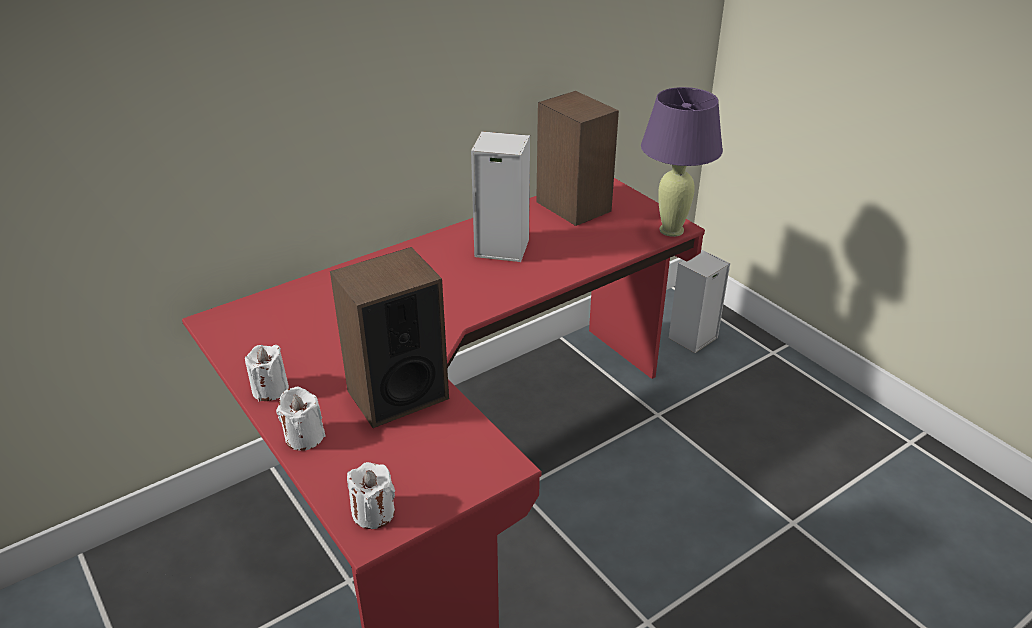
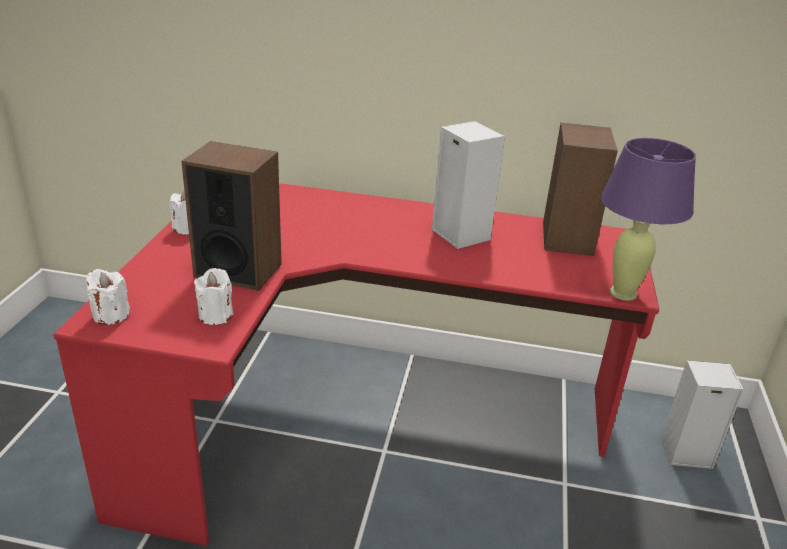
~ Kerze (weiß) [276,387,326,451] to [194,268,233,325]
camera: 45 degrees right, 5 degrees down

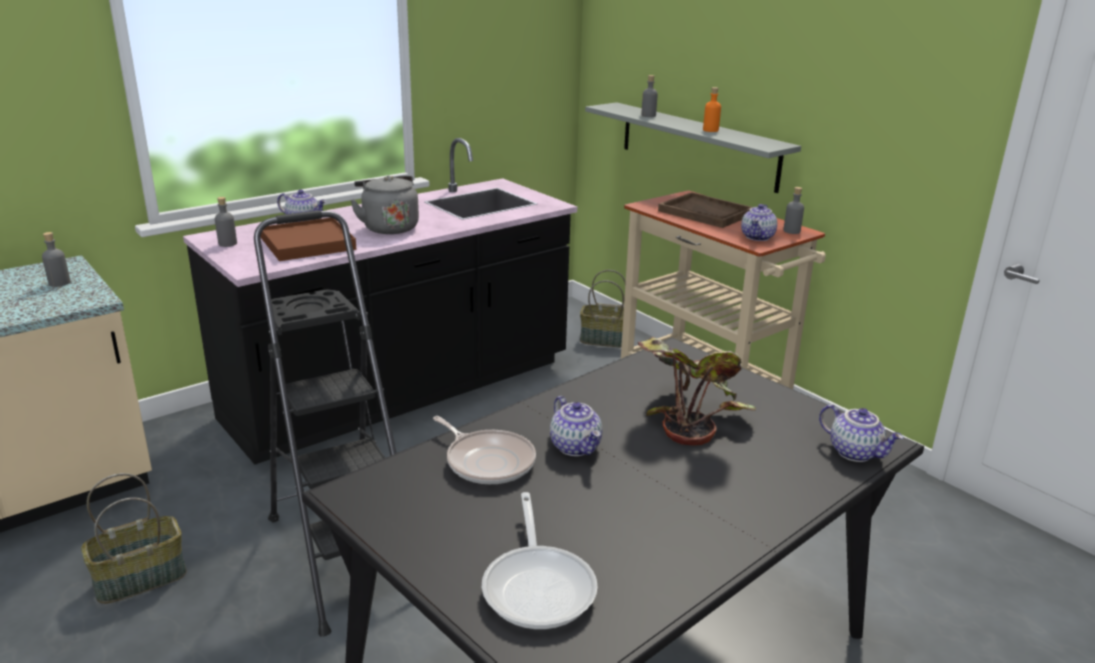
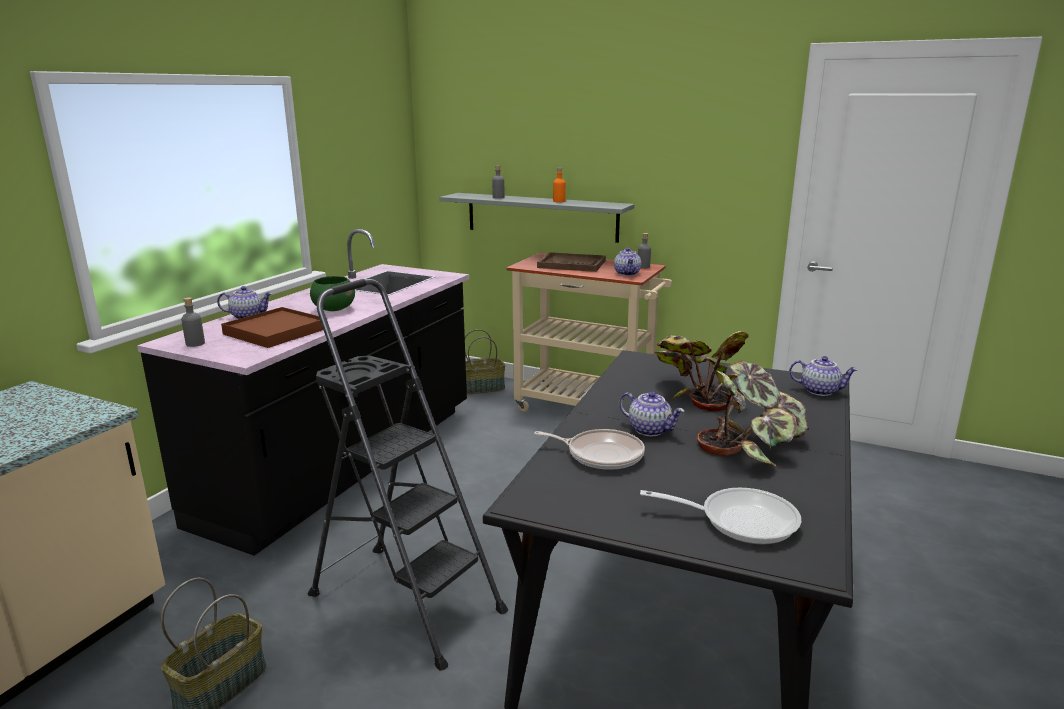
- Flasche (grau) [42,232,71,287]
+ Topfpflanze [696,361,809,467]
~ Wasserkessel (grau) [350,175,419,234] to Schüssel (grün) [310,276,355,311]
~ Pfanne [482,492,598,630] = [640,488,801,544] 45 degrees counterclockwise
camera: 25 degrees left, 5 degrees down

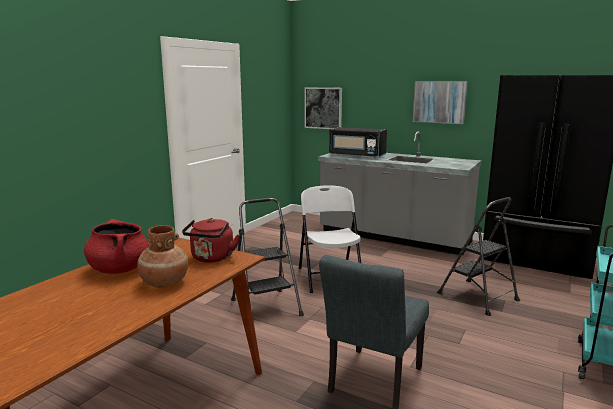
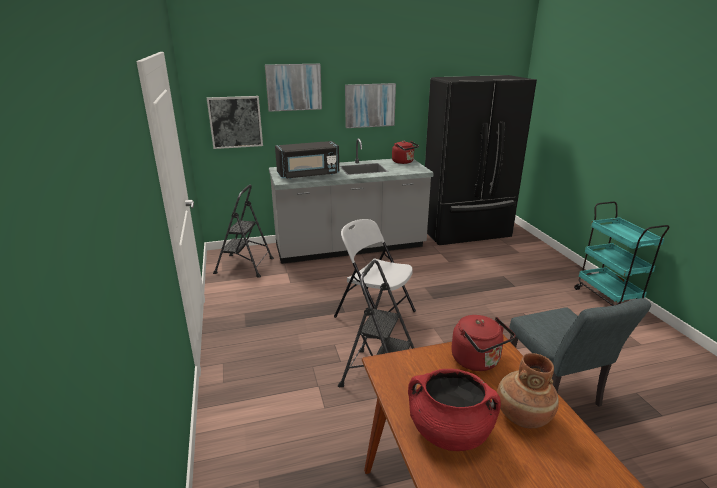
+ Bild [265,64,322,112]
+ Wasserkessel (rot) [392,141,419,164]
~ Trittleiter (schwarz) [437,197,520,316] to [213,185,274,278]
camera: 45 degrees left, 10 degrees up

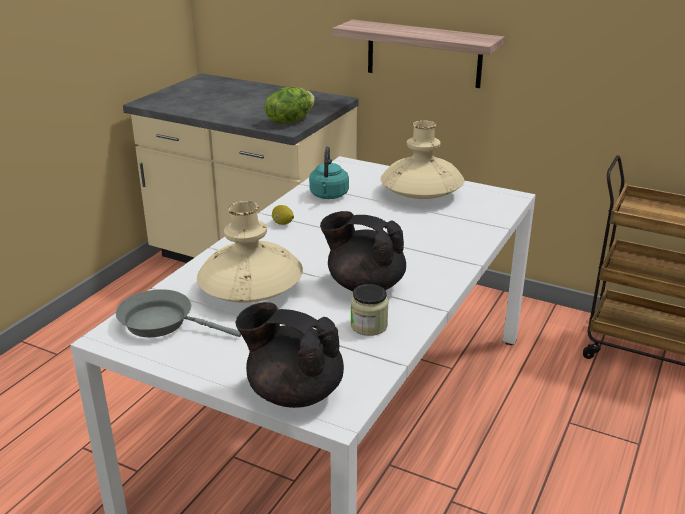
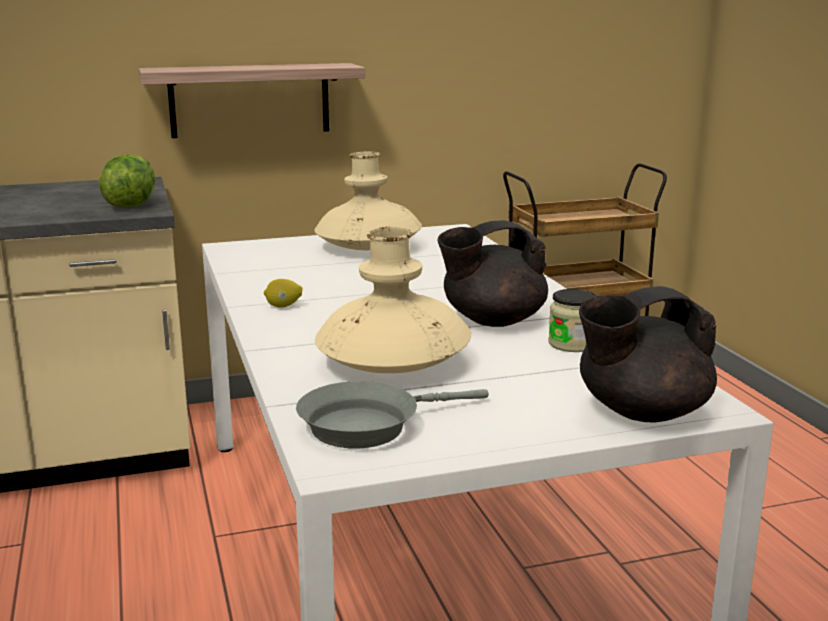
- Wasserkessel (türkis) [309,146,349,199]
camera: 45 degrees left, 10 degrees down

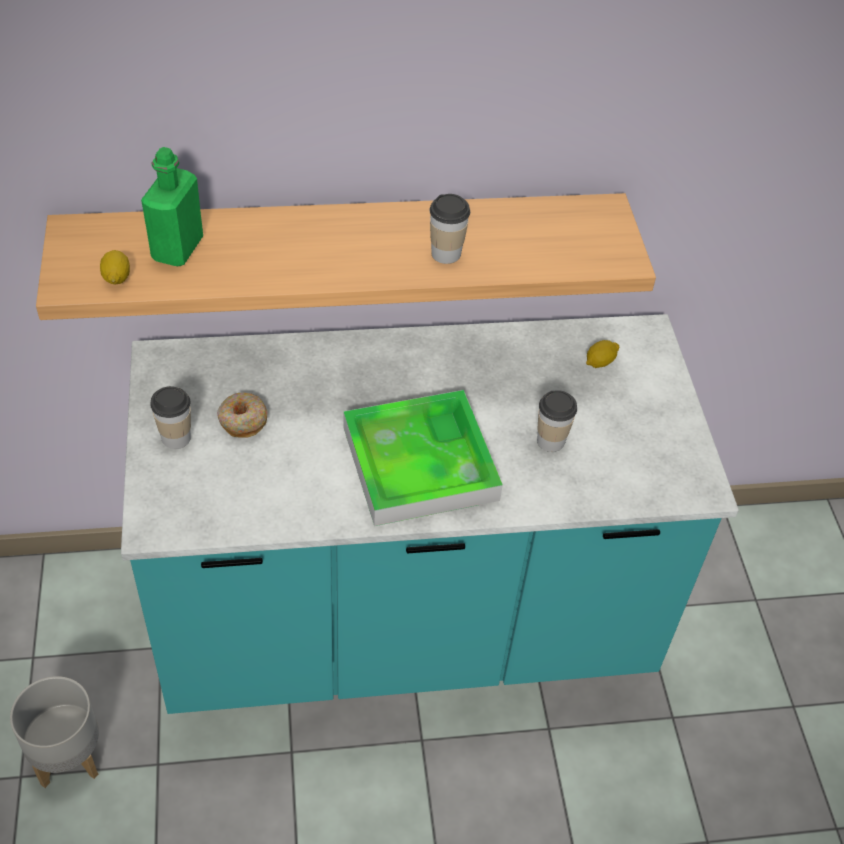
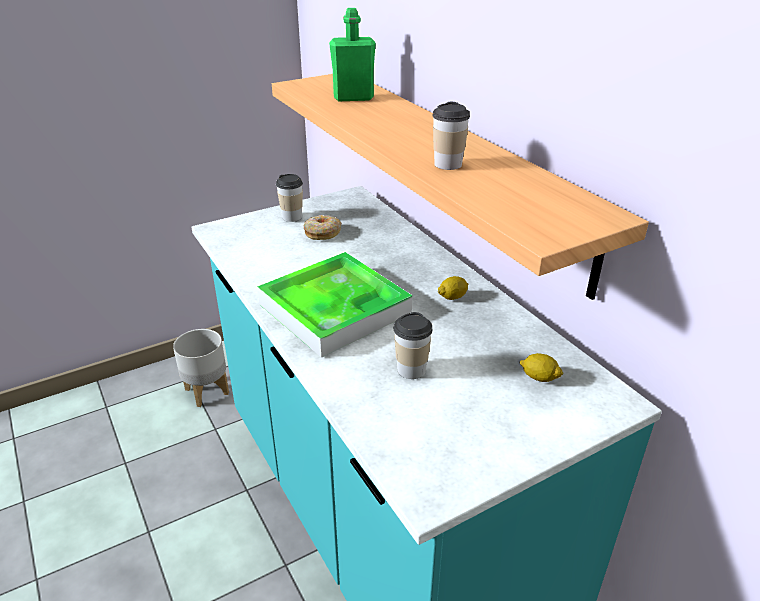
~ Zitrone [100,250,130,284] to [438,276,468,300]
camera: 70 degrees right, 15 degrees down

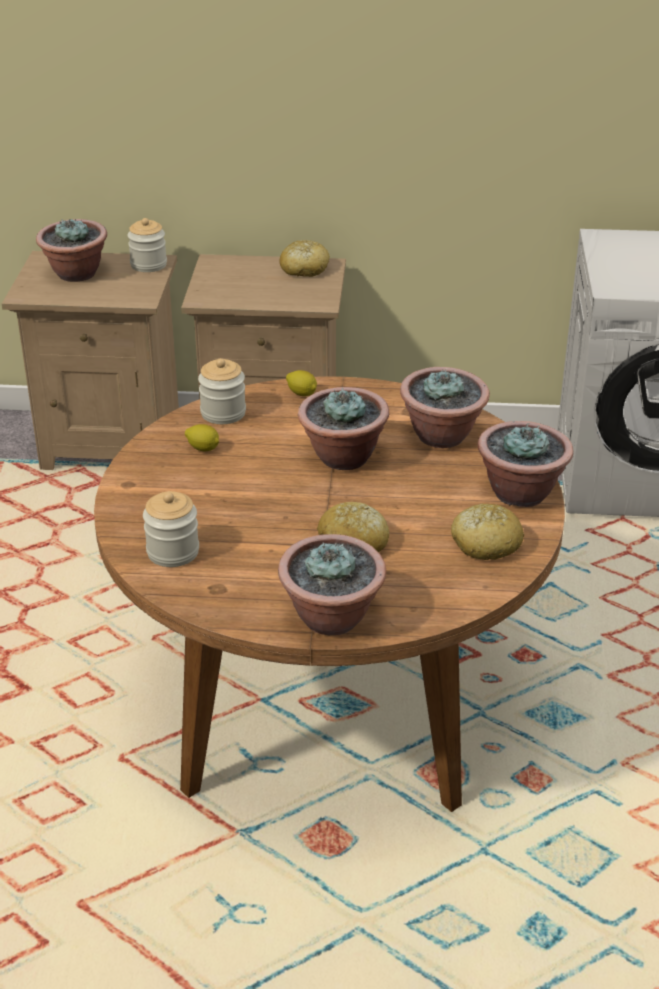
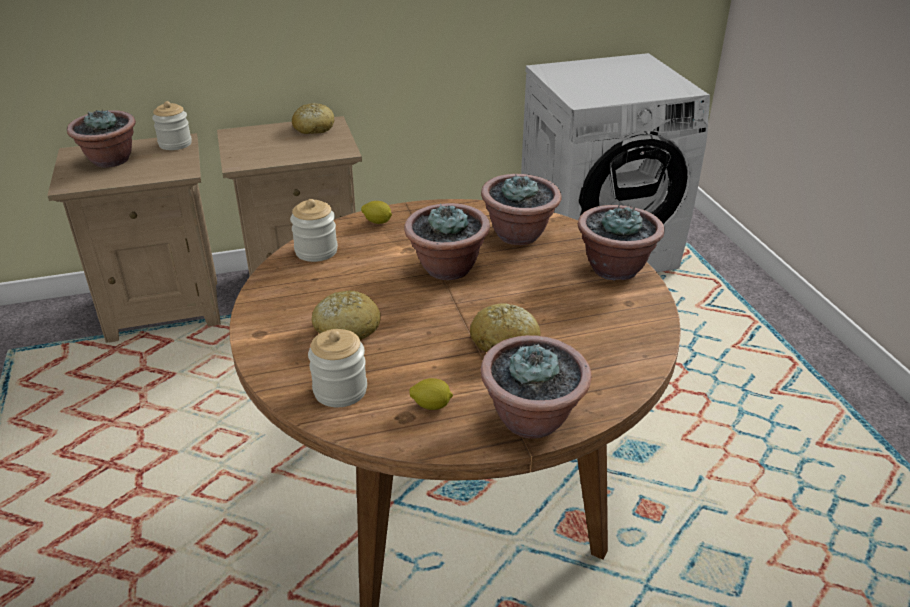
~ Zitrone [185,424,219,451] to [409,378,453,410]
~ Brot [451,504,524,560] to [312,290,381,340]
camera: 20 degrees left, 0 degrees up

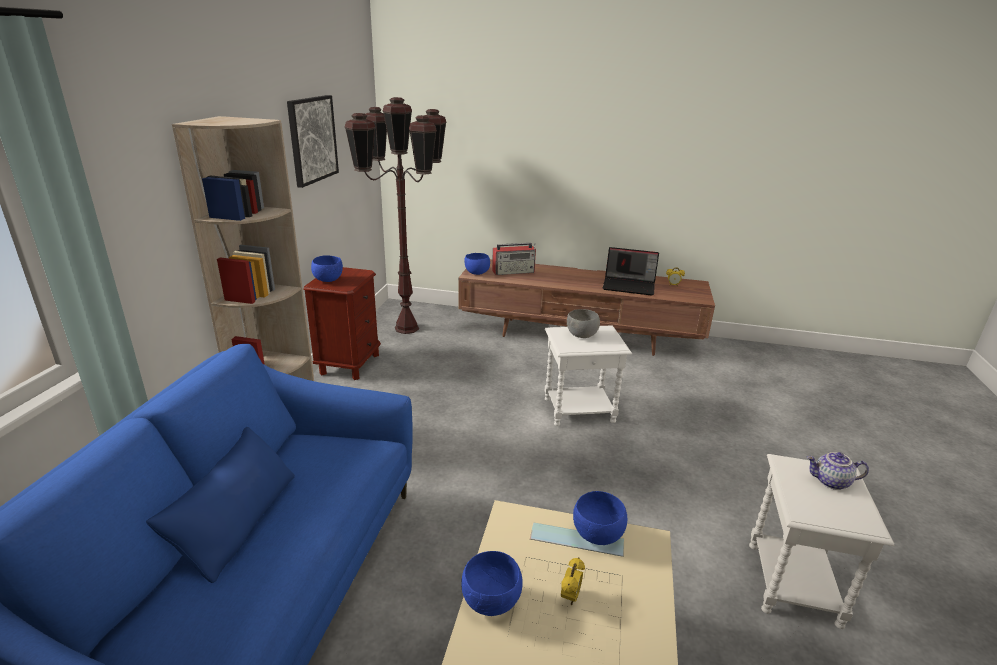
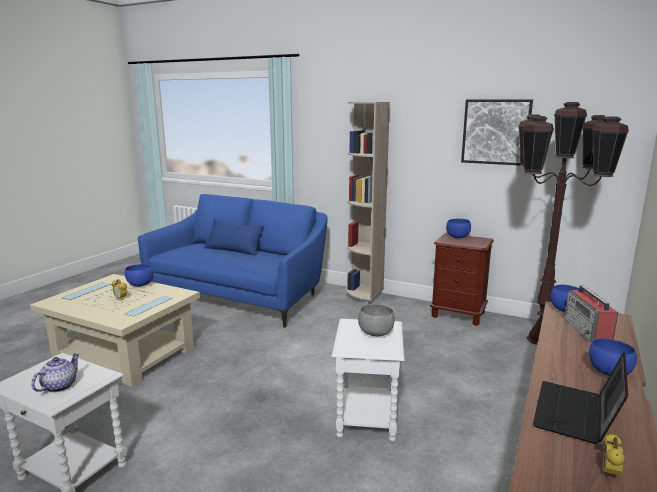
~ Schüssel (blau) [573,491,627,545] to [589,338,637,376]
camera: 105 degrees right, 10 degrees down

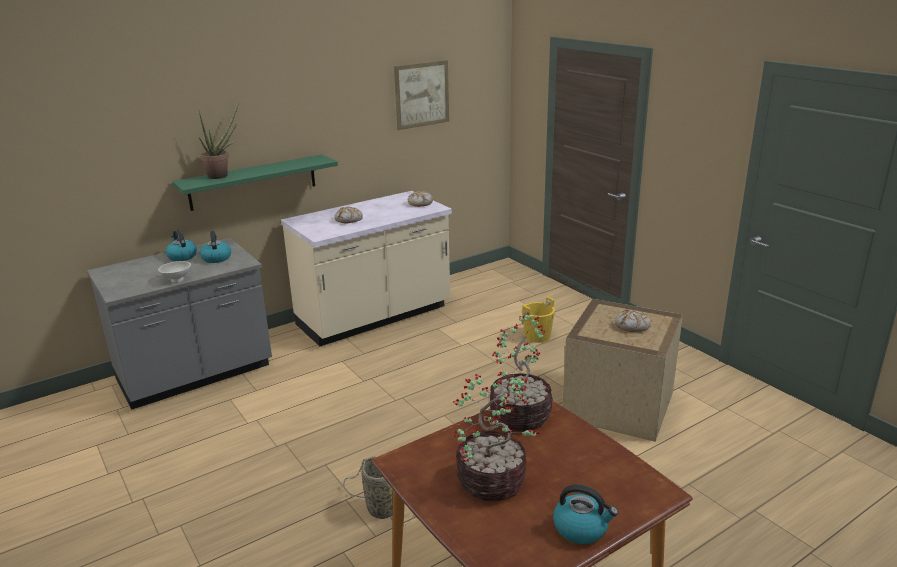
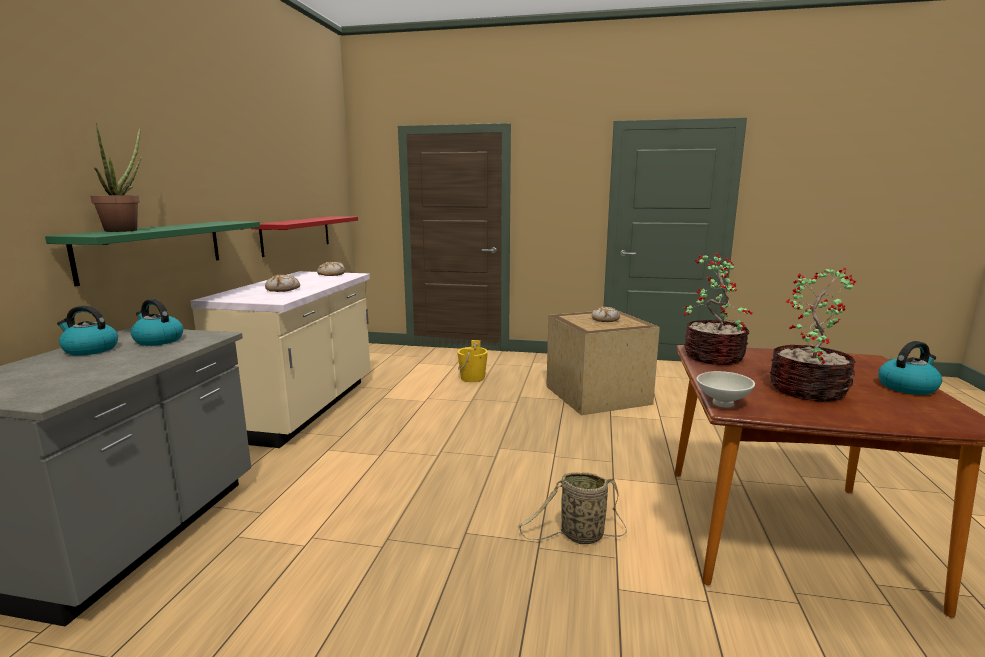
- Bild [394,60,449,130]
+ Wandregal (rot) [251,216,358,257]
~ Schüssel (weiß) [158,261,191,283] to [696,371,755,408]
camera: 45 degrees left, 10 degrees down

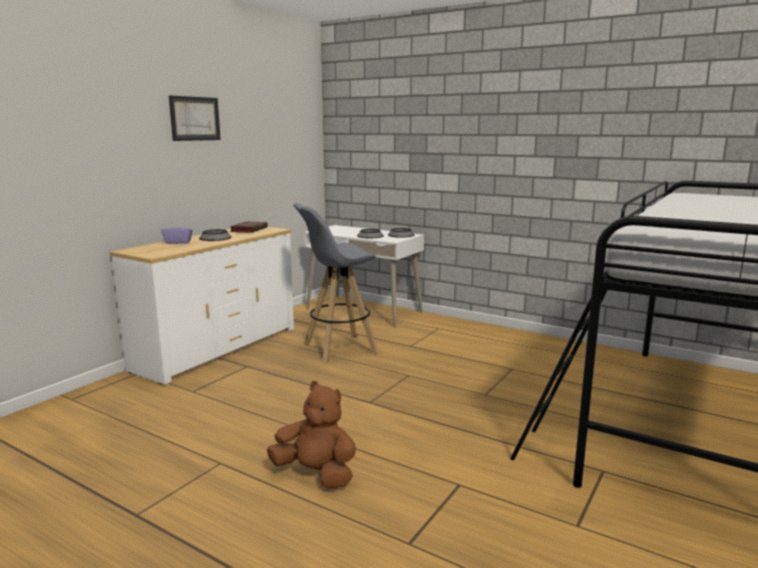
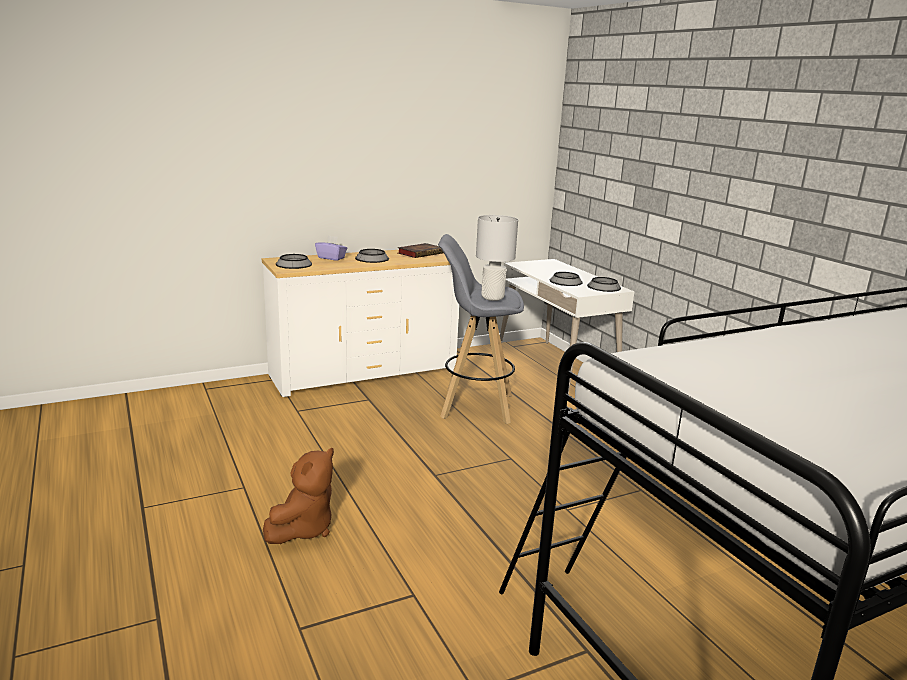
- Bild [169,95,221,141]
+ Schüssel [276,254,312,269]
+ Tischlampe (grau) [476,215,518,301]
~ Plüschtier (braun) [267,381,356,489] = [263,448,334,544] 60 degrees clockwise
camera: 30 degrees right, 5 degrees up

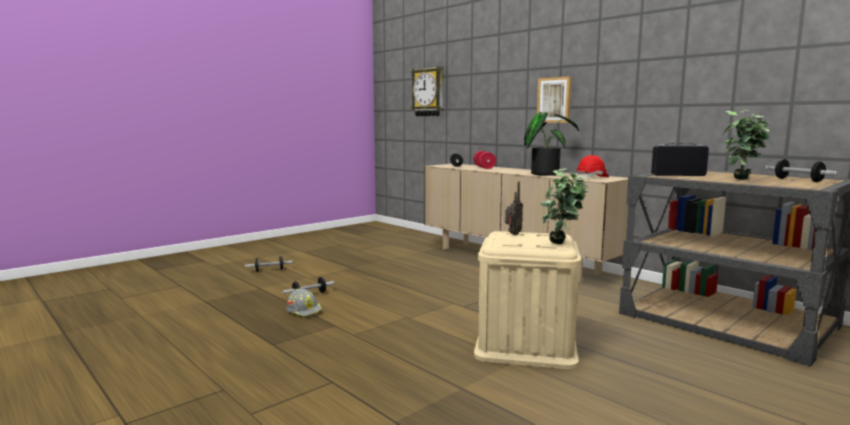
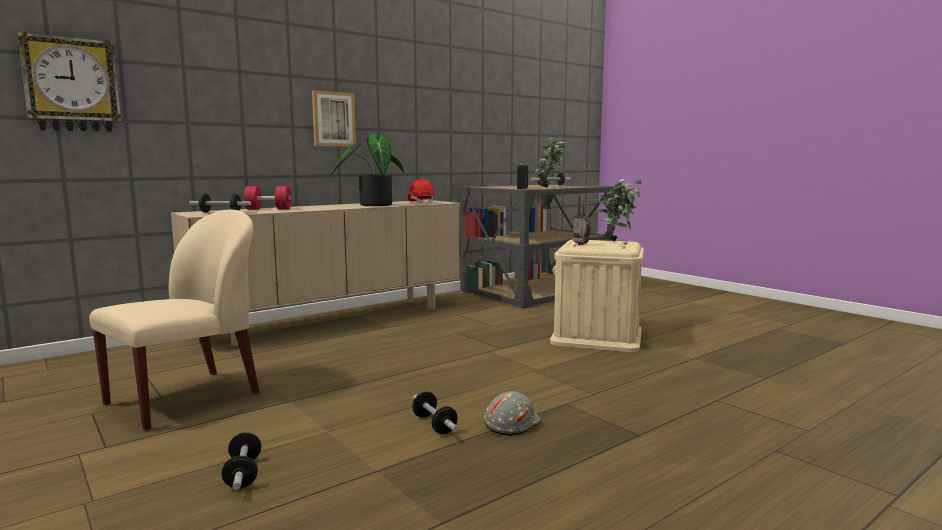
+ Stuhl (beige) [89,210,259,430]
camera: 85 degrees left, 0 degrees up

